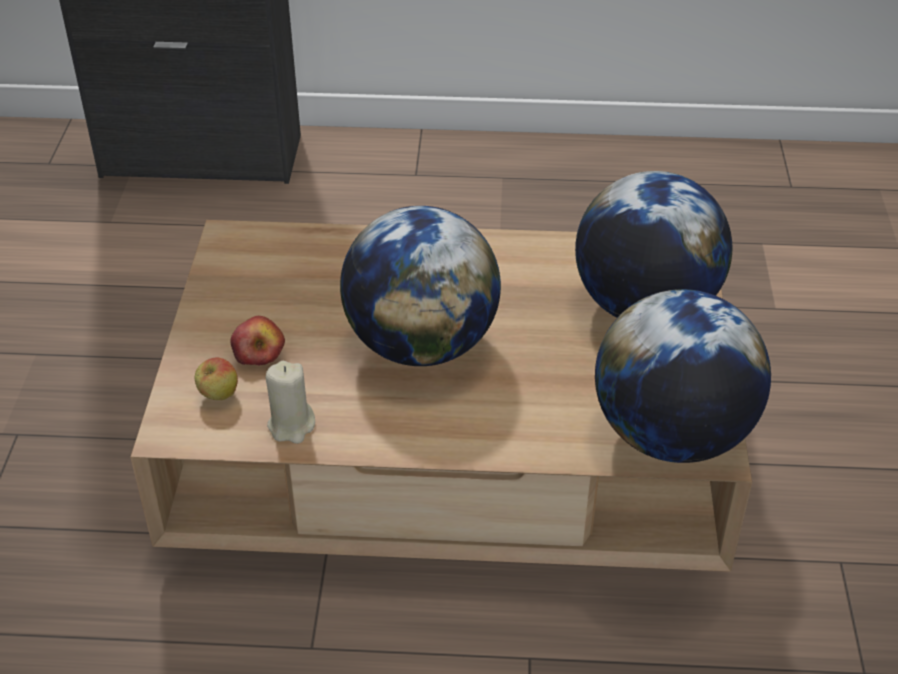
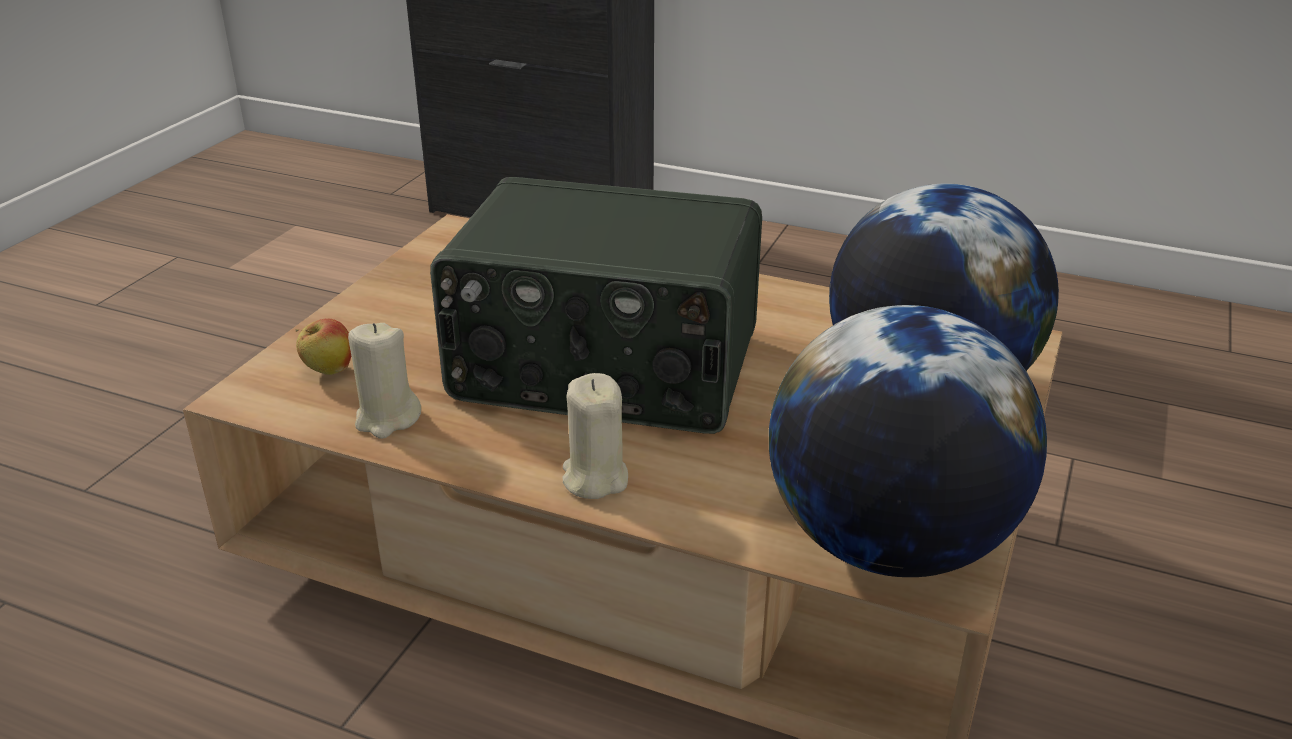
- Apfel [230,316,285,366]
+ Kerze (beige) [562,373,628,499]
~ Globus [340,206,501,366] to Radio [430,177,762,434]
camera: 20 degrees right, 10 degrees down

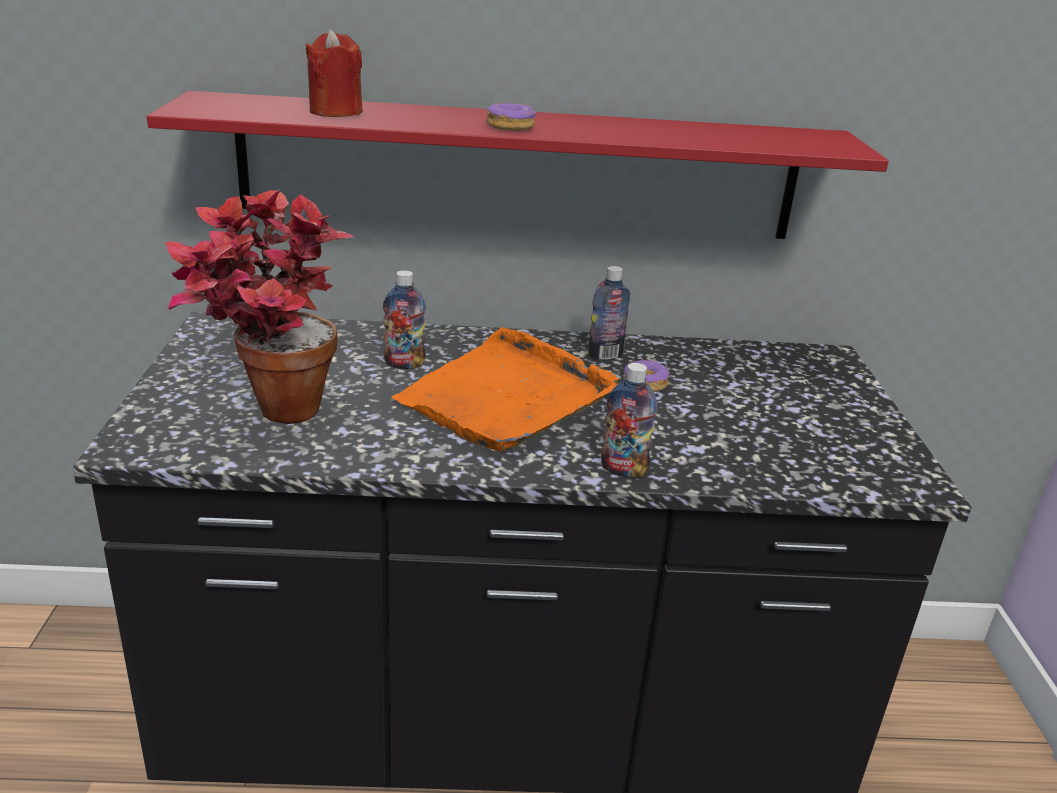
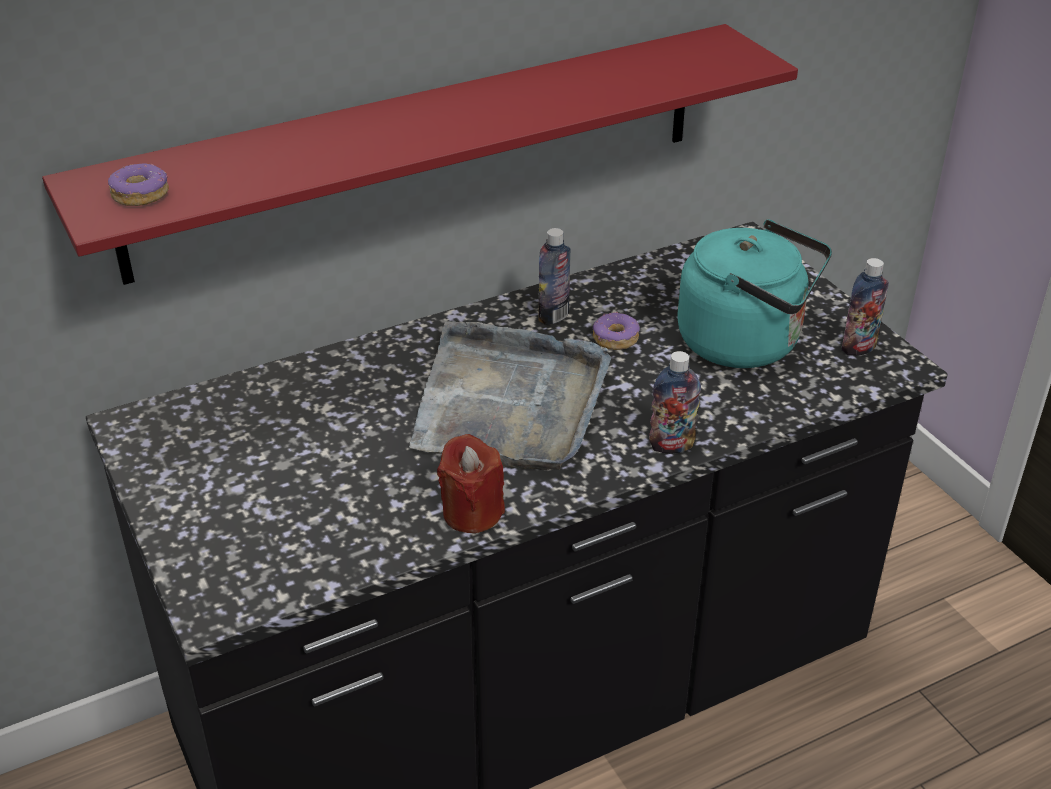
- Topfpflanze [164,190,353,424]
+ Wasserkessel (türkis) [677,219,832,368]
~ Kerze (rot) [306,29,363,117] to [437,434,505,533]
~ Flasche [383,270,426,369] to [841,258,889,356]
~ Donut [487,102,536,131] to [108,163,169,206]
~ Tablett (orange) [391,327,619,452] to Tablett (grau) [409,322,611,470]
camera: 25 degrees left, 10 degrees up

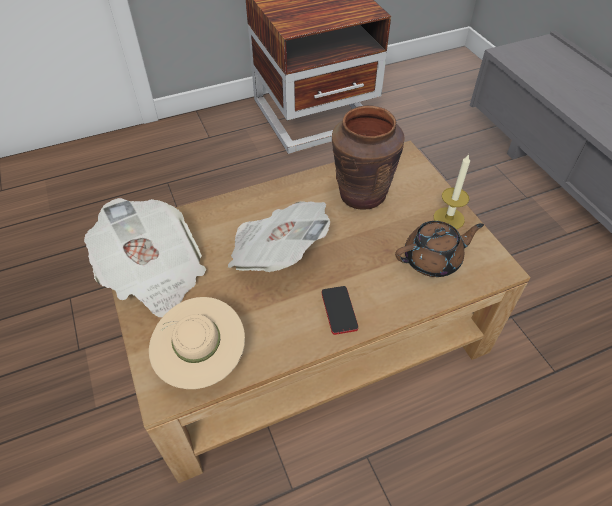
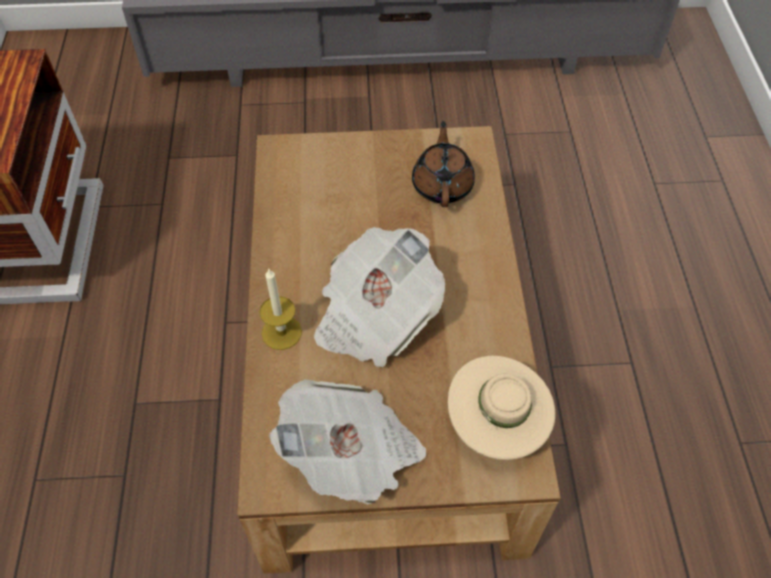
- Handy [322,286,358,335]
- Vase (braun) [332,105,405,210]
~ Kerze [434,154,470,229] to [259,269,302,350]
camera: 70 degrees left, 5 degrees up

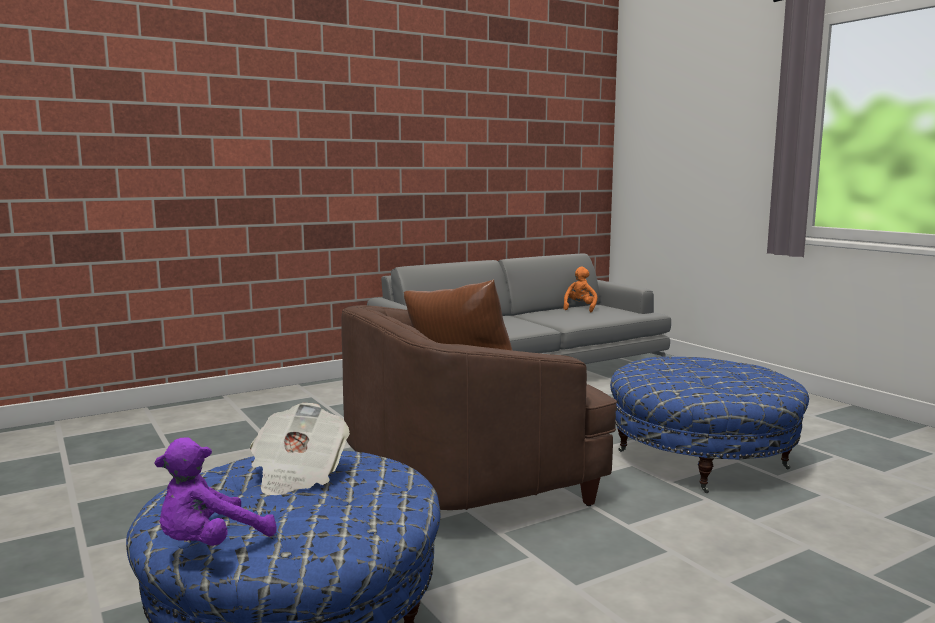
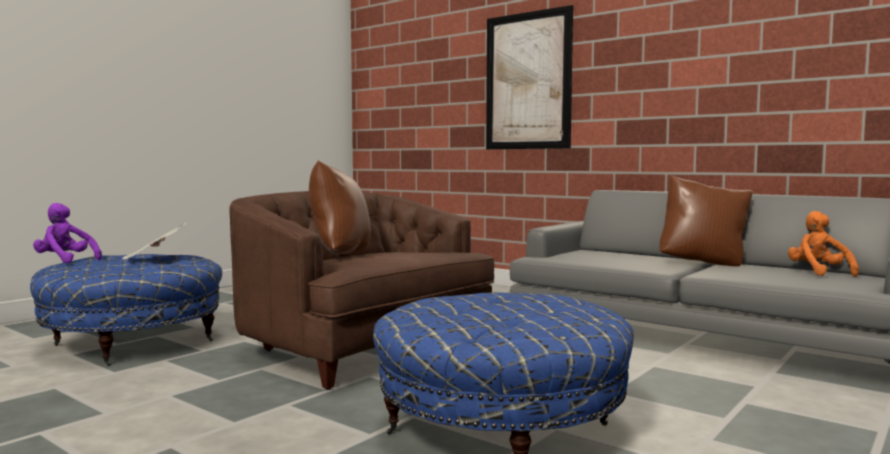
+ Bild [486,5,573,149]
+ Kissen (braun) [659,175,753,266]
~ Plüschtier (orange) [563,267,597,313] = [788,211,859,277] 90 degrees counterclockwise
camera: 70 degrees right, 5 degrees down

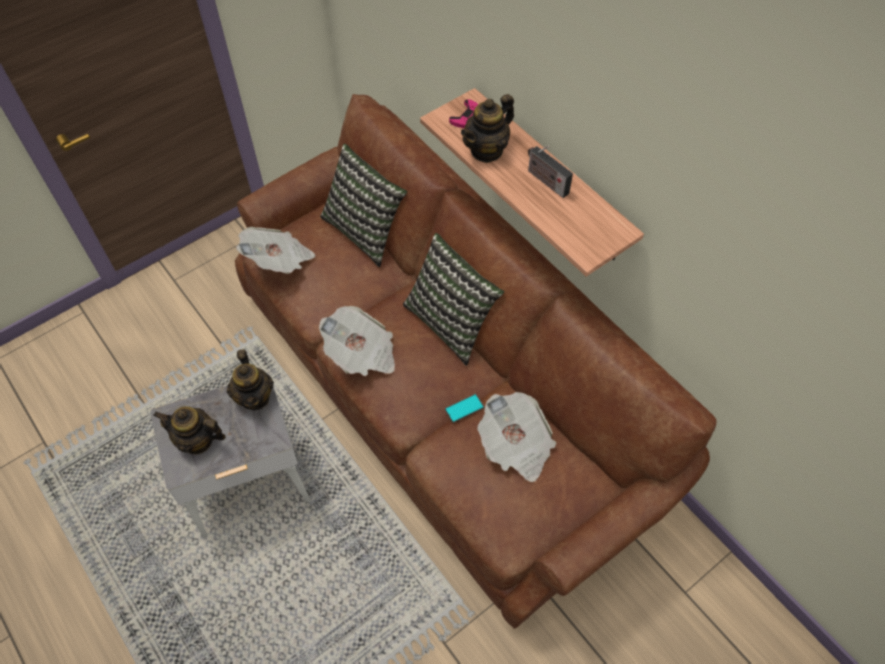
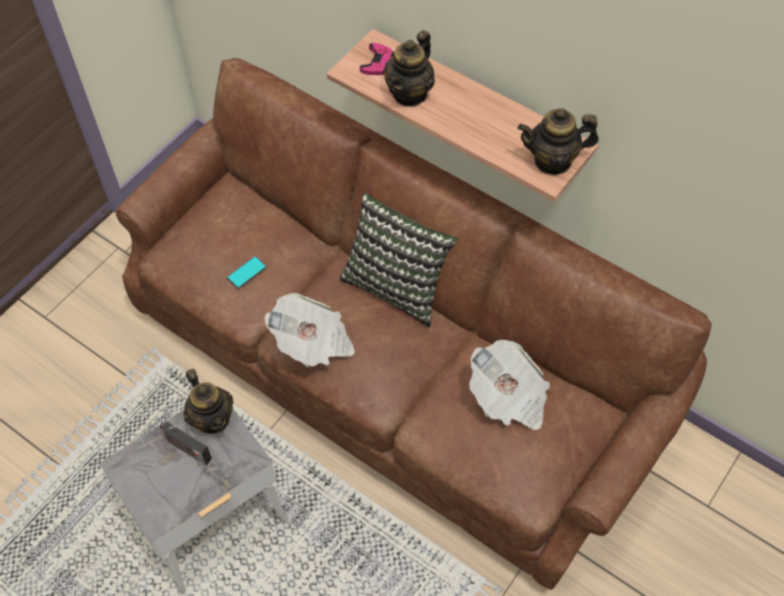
- Zeitung [236,227,315,274]
- Kissen [320,144,407,267]
~ Teekanne [153,406,226,455] to [518,108,599,175]
~ Handy [445,394,484,423] to [227,256,267,289]
~ Radio [528,146,573,198] to [160,422,212,465]
camera: 15 degrees left, 0 degrees up

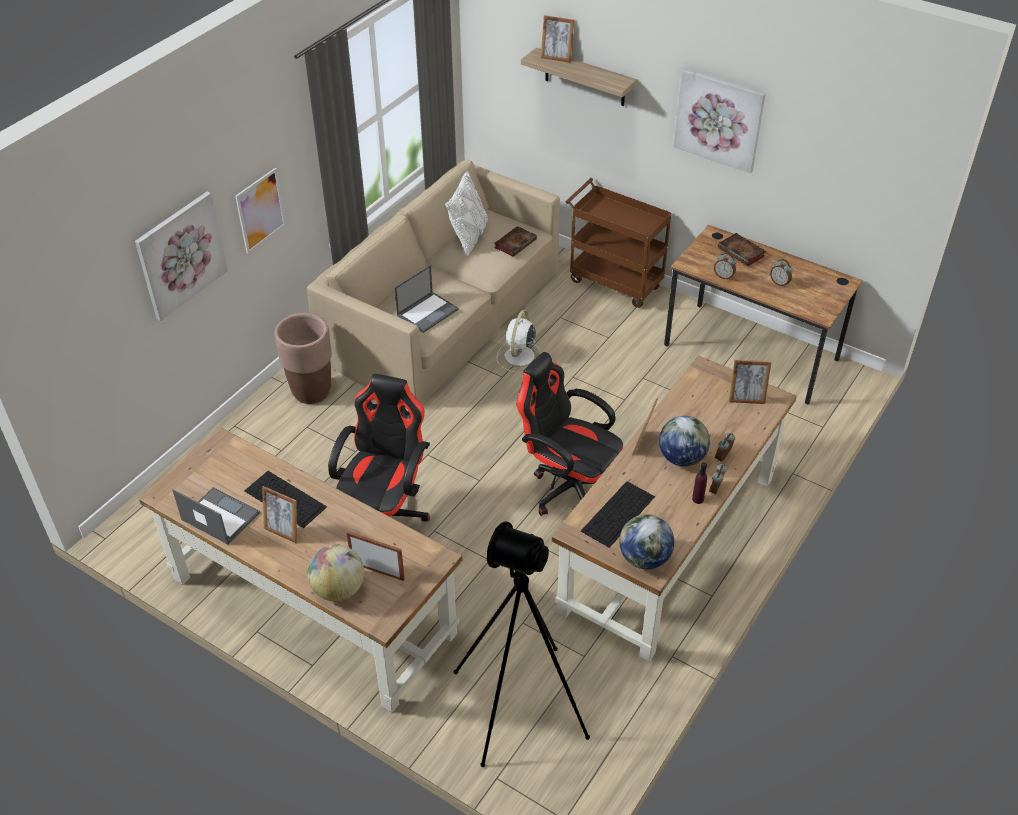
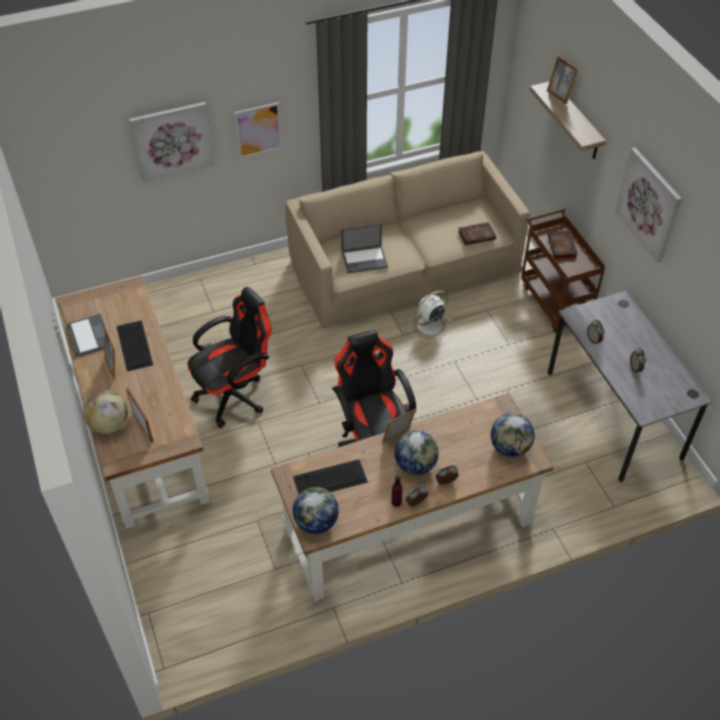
- Pflanzkübel (braun) [275,313,332,404]
- Kissen (weiß) [445,172,488,257]
- Stehlampe (schwarz) [454,521,590,767]
~ Buch [718,233,766,266] to [547,230,578,259]
~ Bilderrahmen [729,360,771,404] to Globus [491,413,535,457]
~ Schreibtisch (braun) [664,225,863,404] to Schreibtisch (grau) [548,291,712,482]
camera: 35 degrees right, 5 degrees up

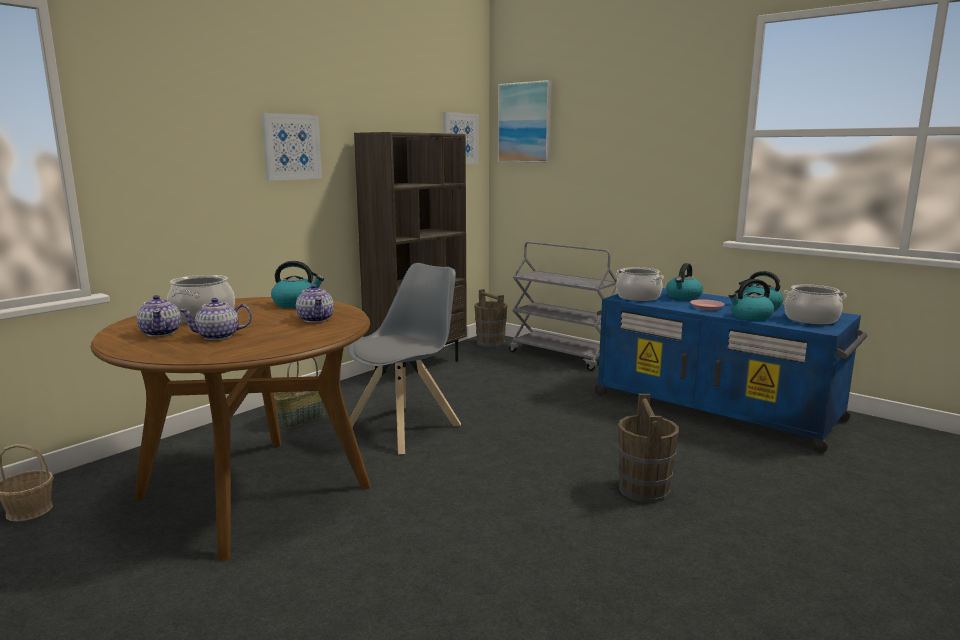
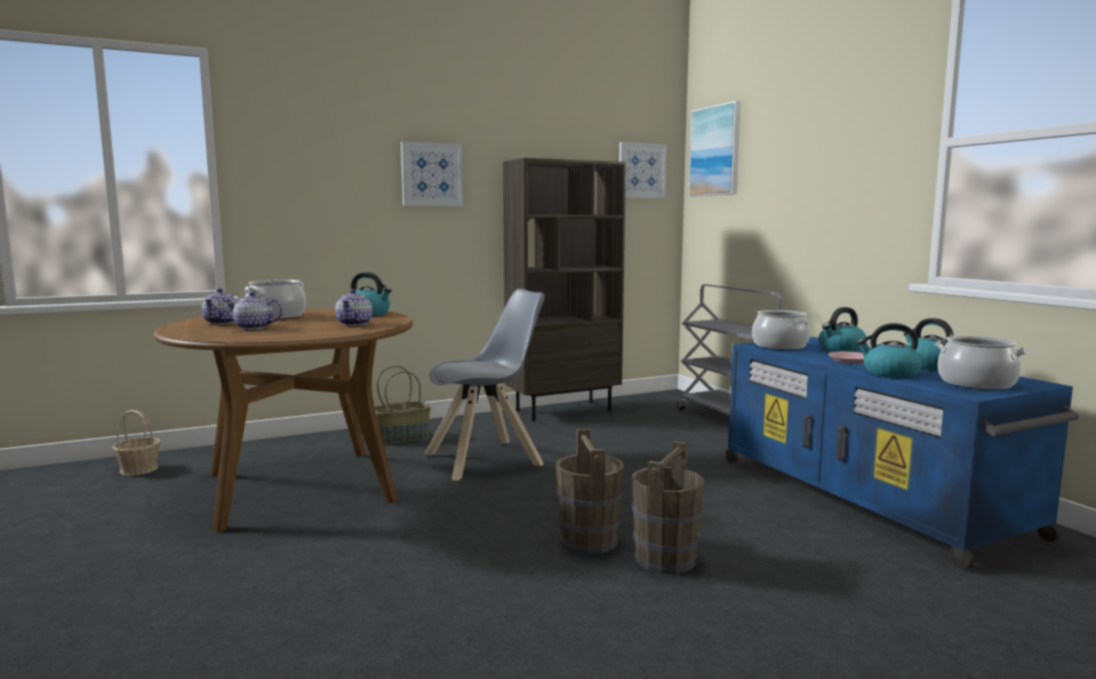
~ Eimer (braun) [474,289,508,347] to [556,429,624,554]
camera: 25 degrees right, 5 degrees down

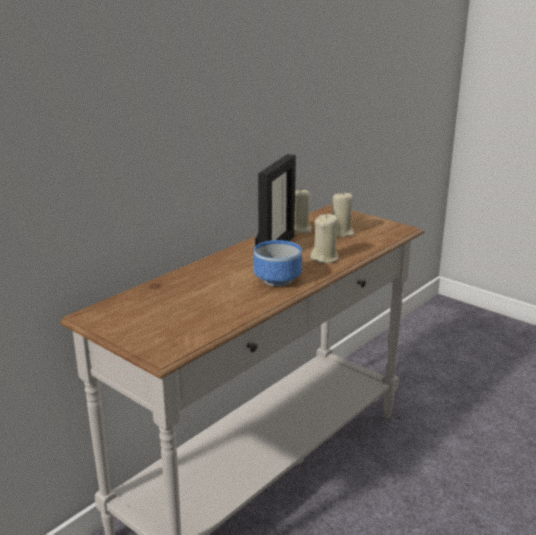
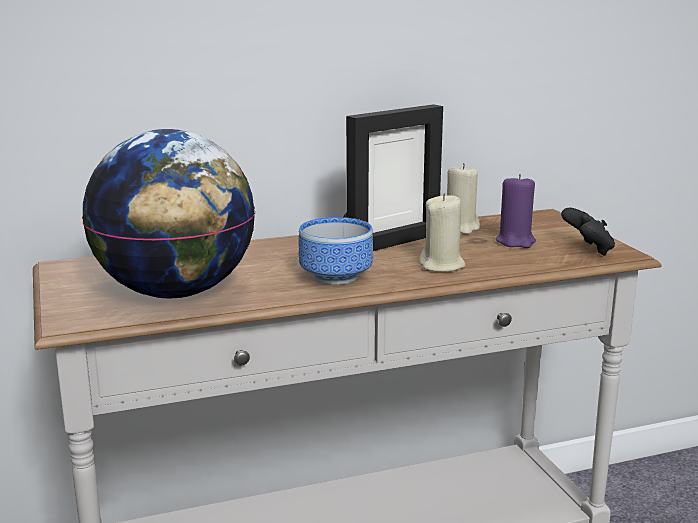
+ Globus [82,129,255,298]
+ Gamepad (schwarz) [561,208,615,256]
~ Kerze (beige) [332,191,355,237] to Kerze (lila) [496,174,536,248]
camera: 30 degrees right, 5 degrees down

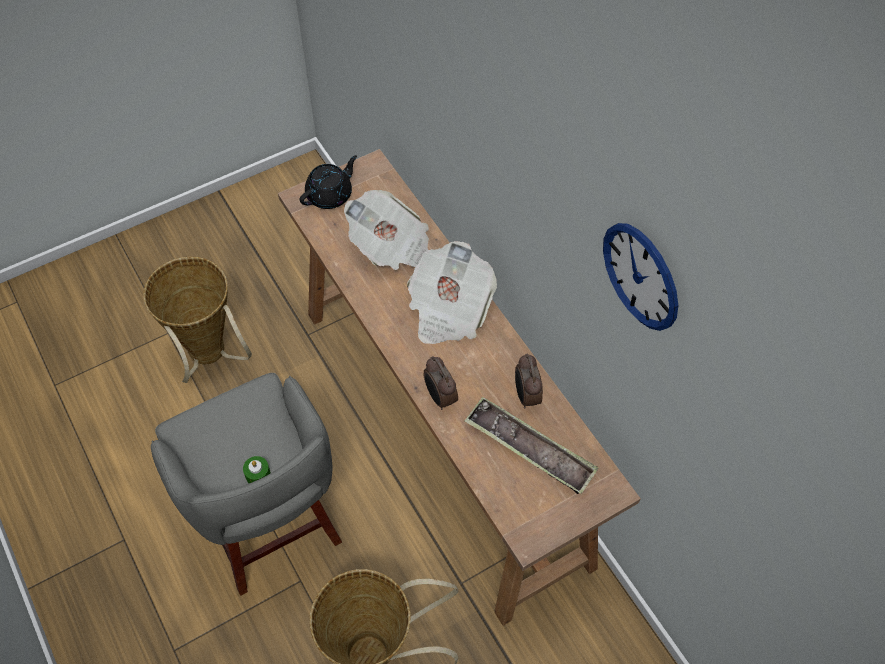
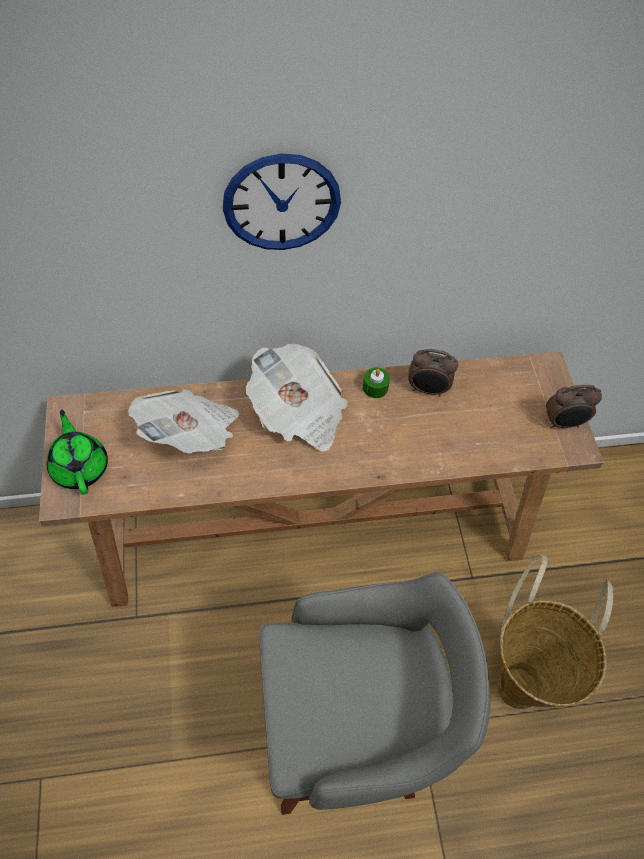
- Korb [143,257,252,383]
- Tablett [465,397,599,494]
~ Kerze (grün) [243,456,271,483] to [363,367,390,398]
~ Wecker [424,356,458,410] to [546,385,602,429]
~ Wanduhr [603,223,678,331] to [223,154,341,250]
~ Teekanne (schwarz) [299,155,357,209] to Teekanne (grün) [47,410,108,495]
camera: 70 degrees left, 0 degrees up

